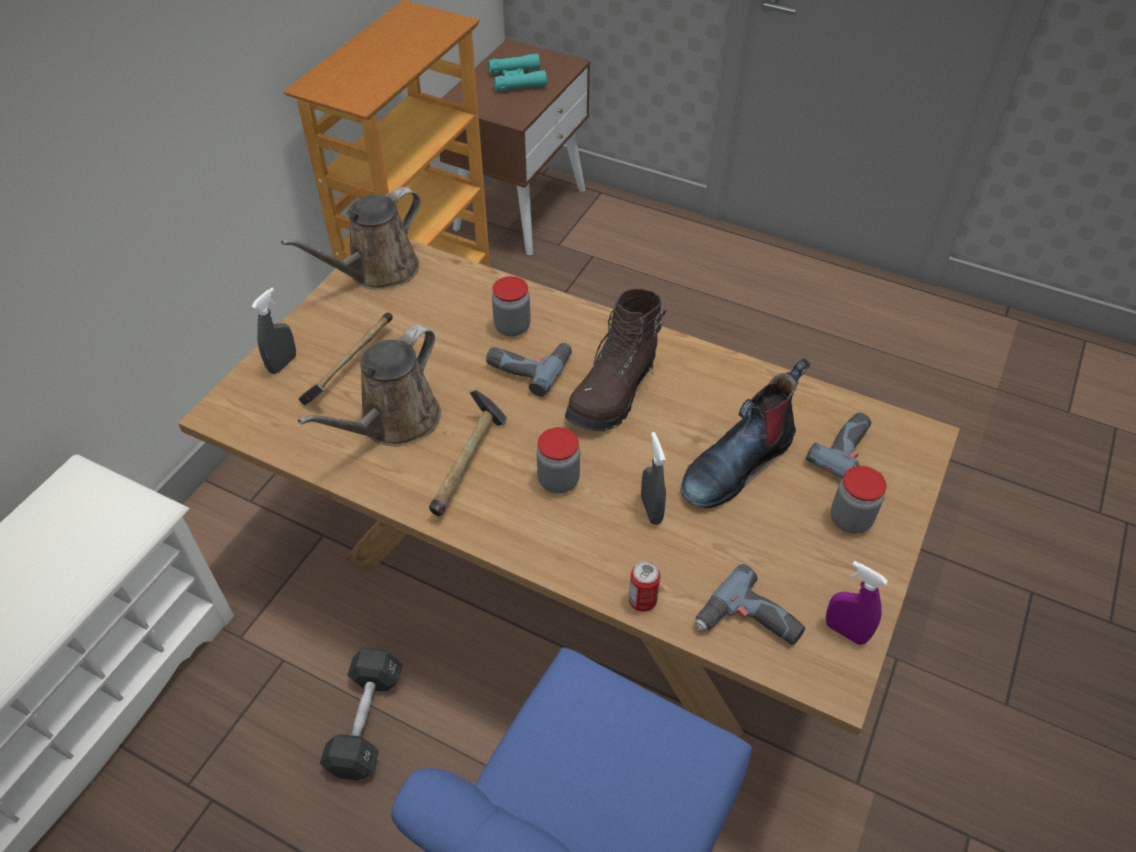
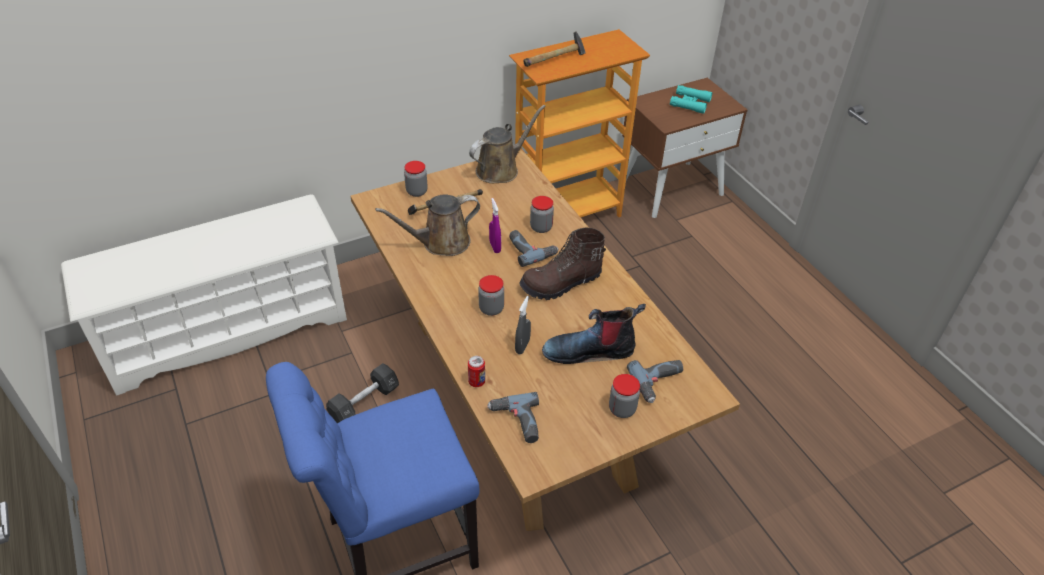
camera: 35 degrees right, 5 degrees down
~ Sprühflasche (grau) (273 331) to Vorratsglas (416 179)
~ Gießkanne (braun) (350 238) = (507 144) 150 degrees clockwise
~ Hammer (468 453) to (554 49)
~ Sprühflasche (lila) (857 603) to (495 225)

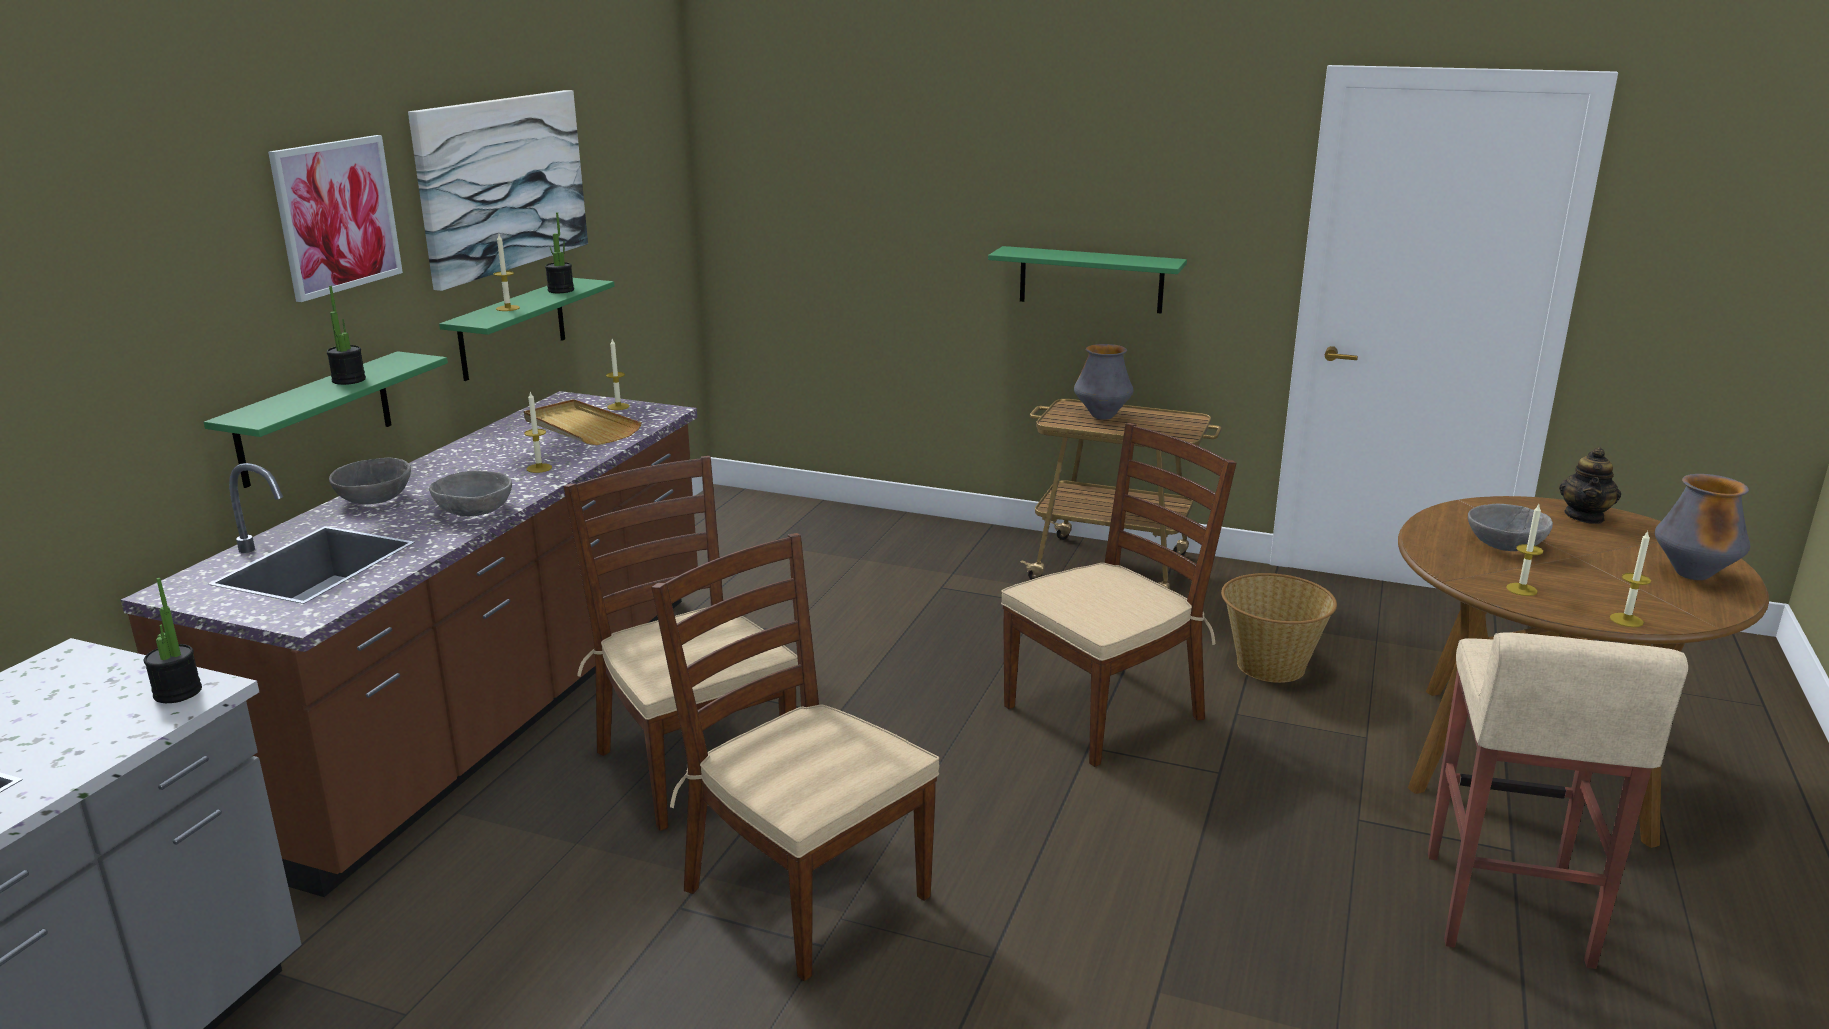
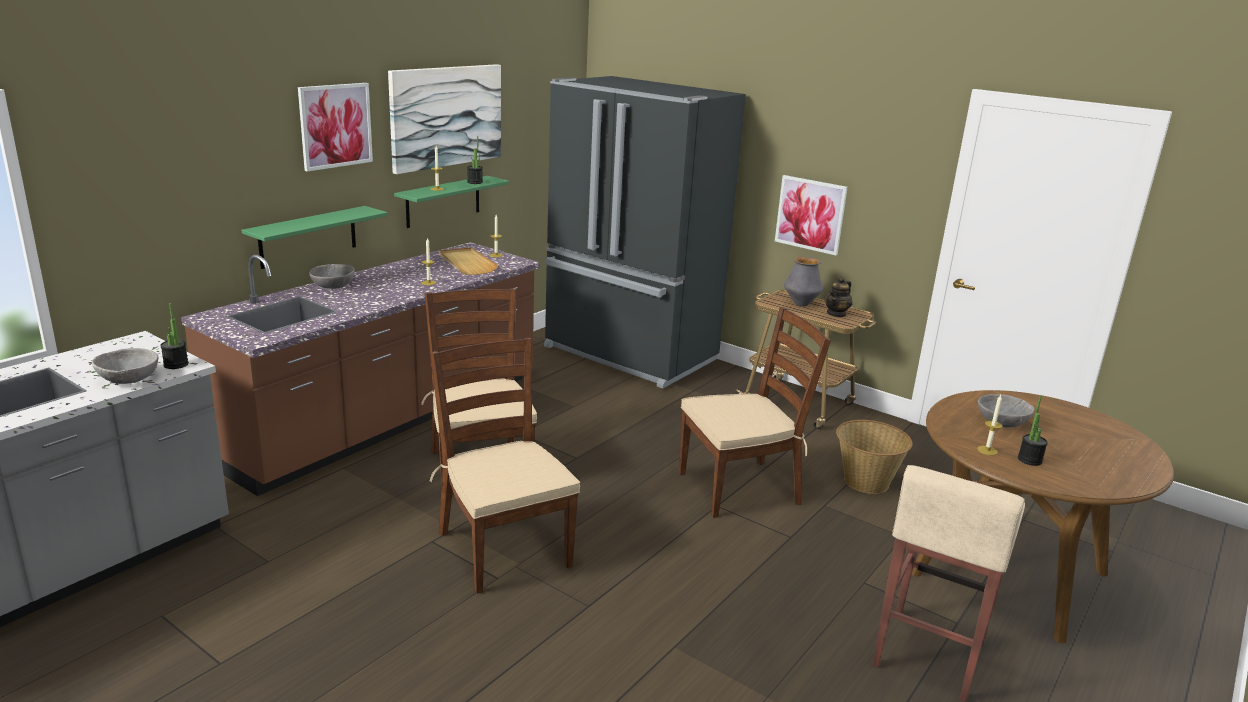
camera: 15 degrees right, 0 degrees up
~ Topfpflanze (346 335) to (1033 430)
~ Schüssel (grau) (470 494) to (125 366)
~ Wandregal (grün) (1087 280) to Bild (811 215)
~ Teekanne (1590 485) to (838 297)
- Kerze (1630 579)
- Vase (1702 527)
+ Kühlschrank (schwarz) (645 232)

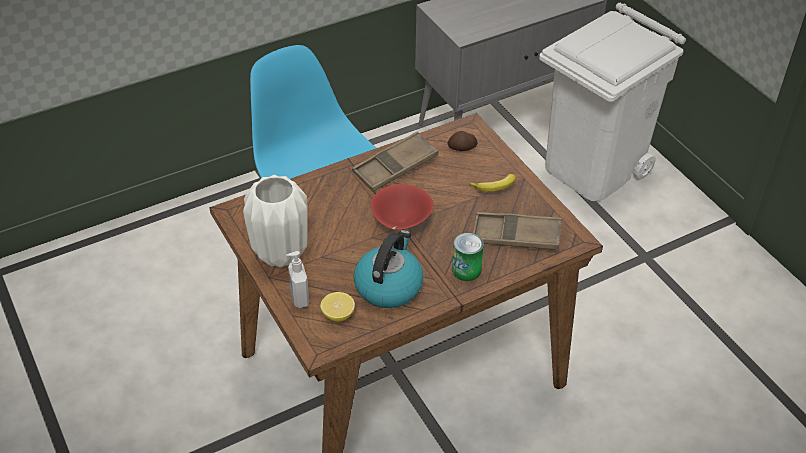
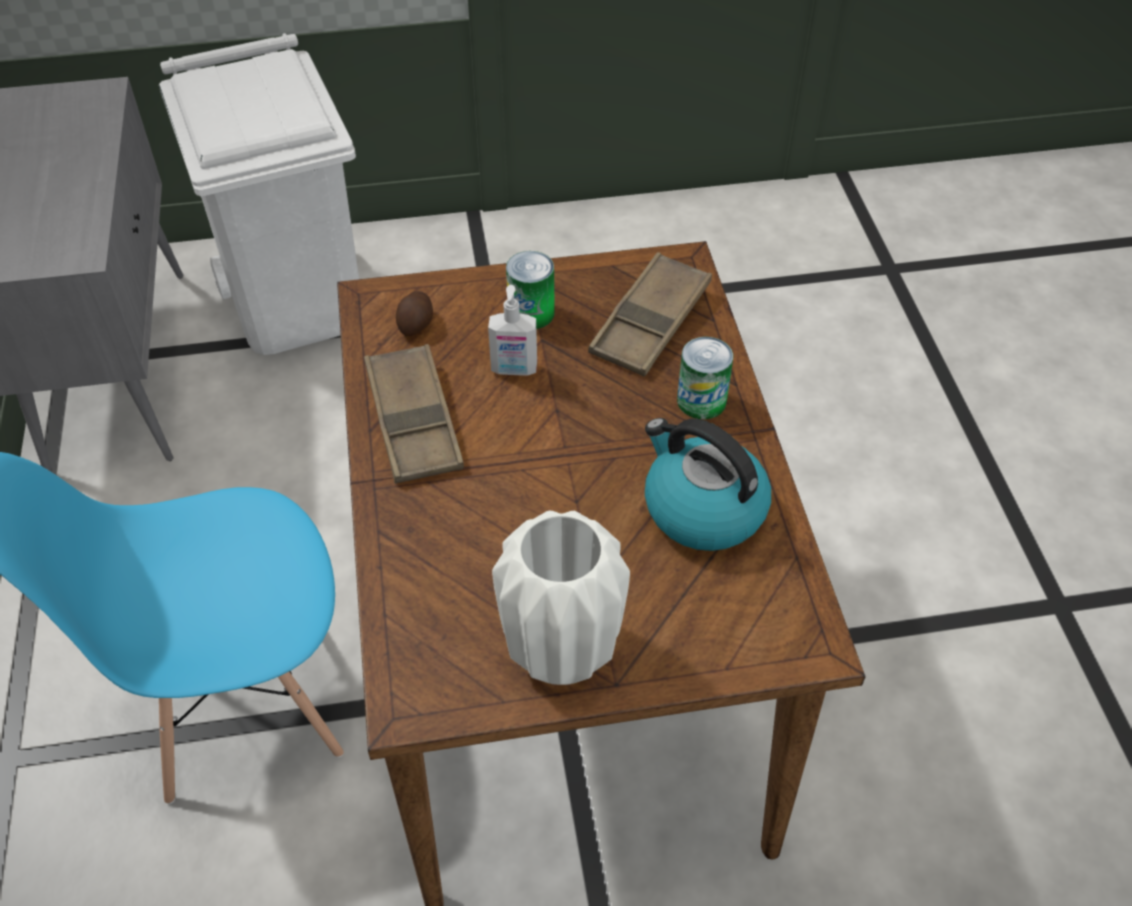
camera: 70 degrees left, 5 degrees up
~ Seifenspender (297 279) to (512 330)
- Zitrone (337 307)
- Schüssel (rot) (402 207)
~ Banane (492 183) to Dose (530 290)

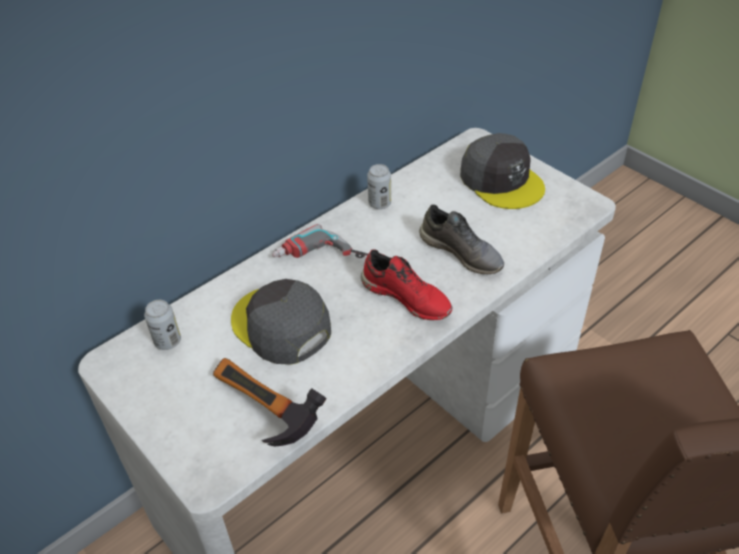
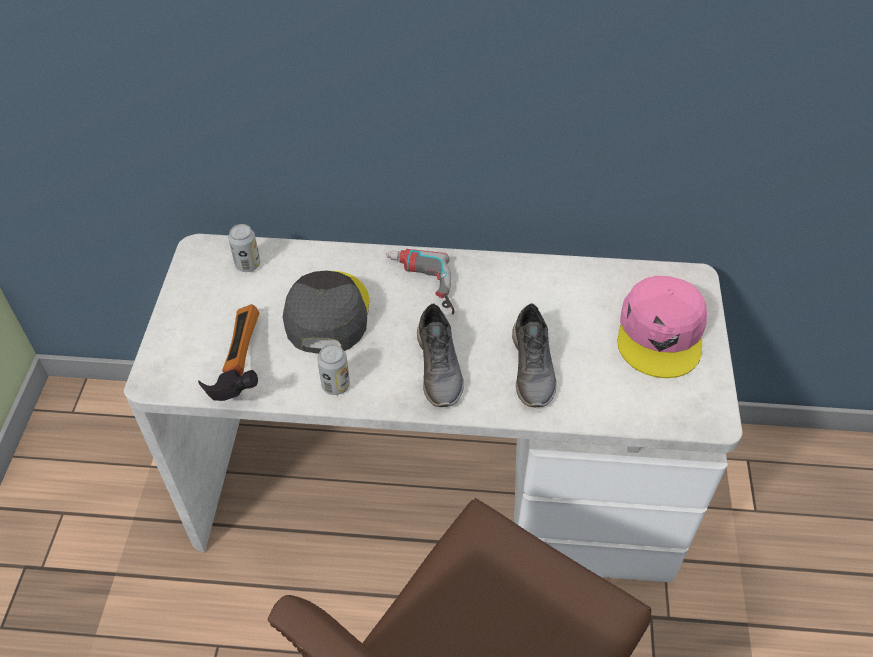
camera: 45 degrees right, 5 degrees up
~ Schuh (rot) (406 284) to Schuh (grau) (440 355)
~ Dose (379 186) to (333 369)
~ Kappe (grau) (502 171) to Kappe (rosa) (662 327)

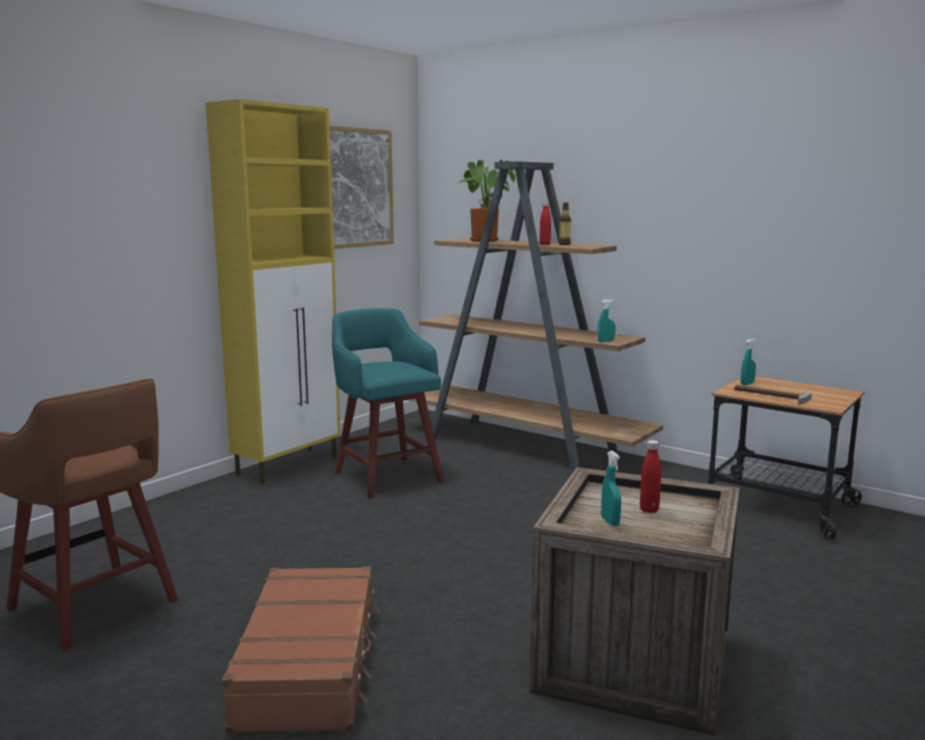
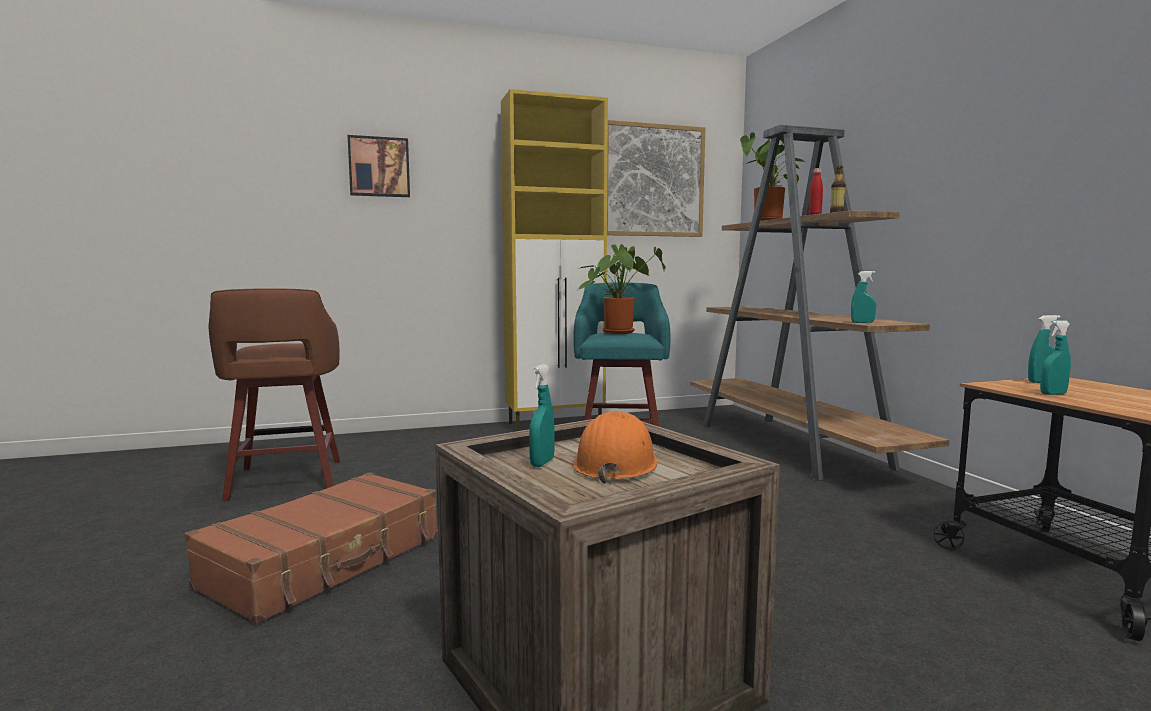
camera: 35 degrees right, 5 degrees down
~ Flasche (rot) (650 476) to Schutzhelm (orange) (615 447)
~ Hammer (773 395) to Sprühflasche (türkis) (1055 357)
+ Bild (379 166)
+ Topfpflanze (622 289)

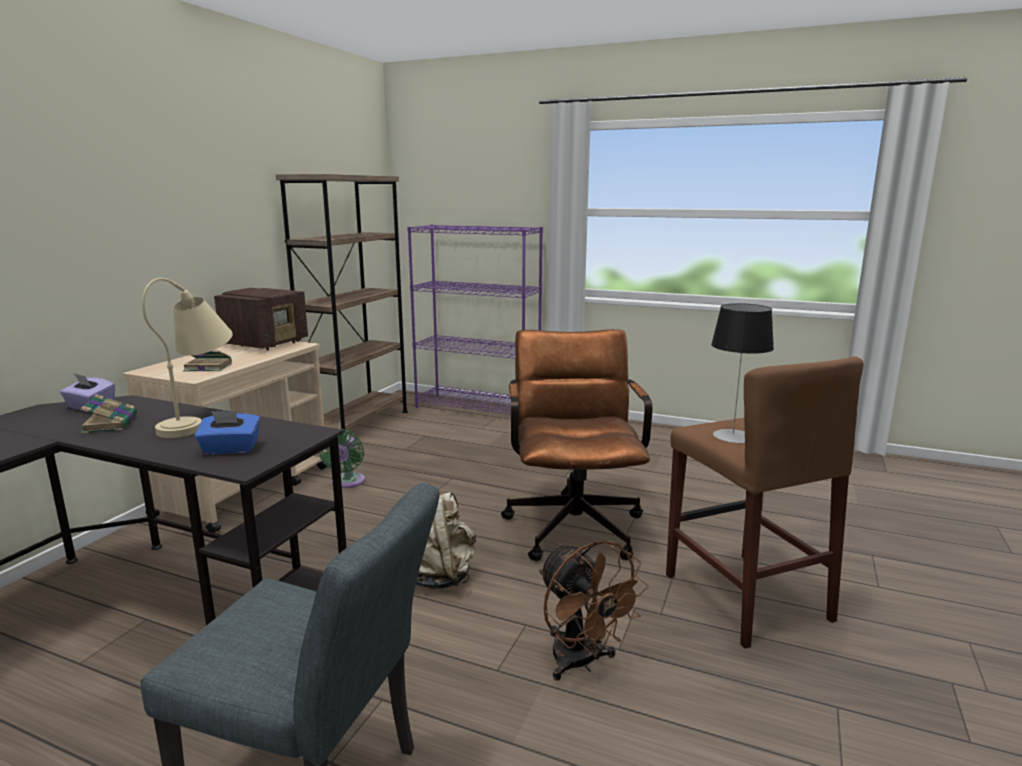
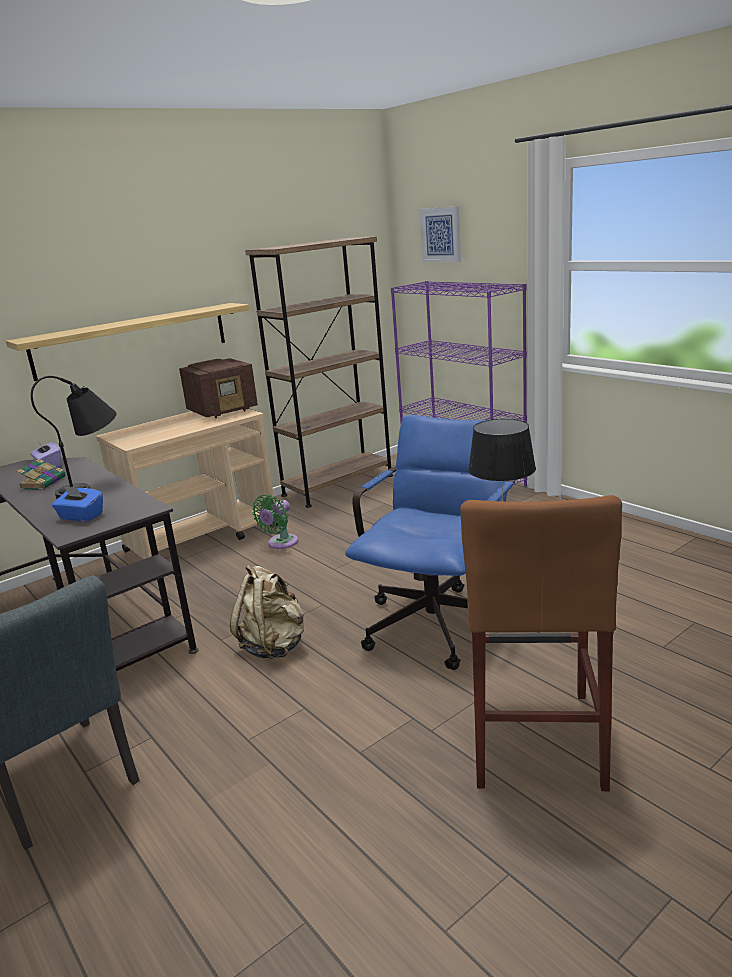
camera: 30 degrees right, 5 degrees up
~ Tischlampe (beige) (187 358) to Tischlampe (schwarz) (74 437)
- Buch (207 361)
~ Bürostuhl (braun) (576 445) to Bürostuhl (blau) (430 542)
- Ventilator (braun) (594 611)
+ Wandregal (127 342)
+ Bild (440 234)

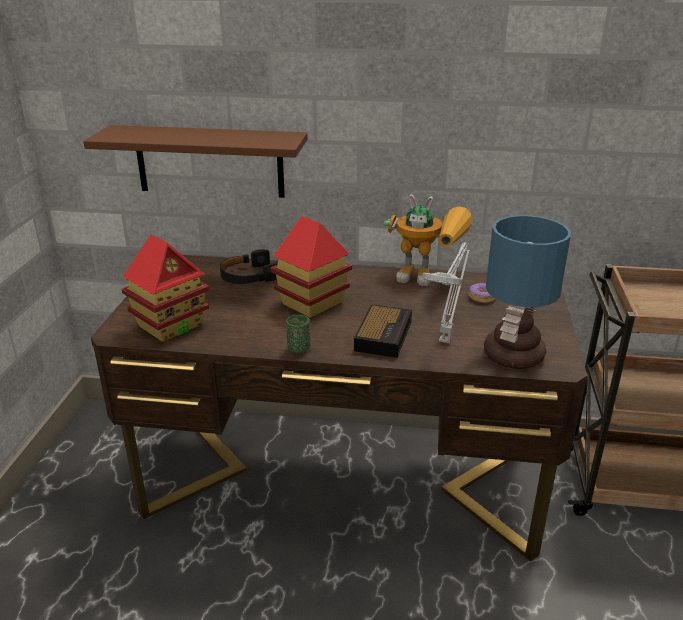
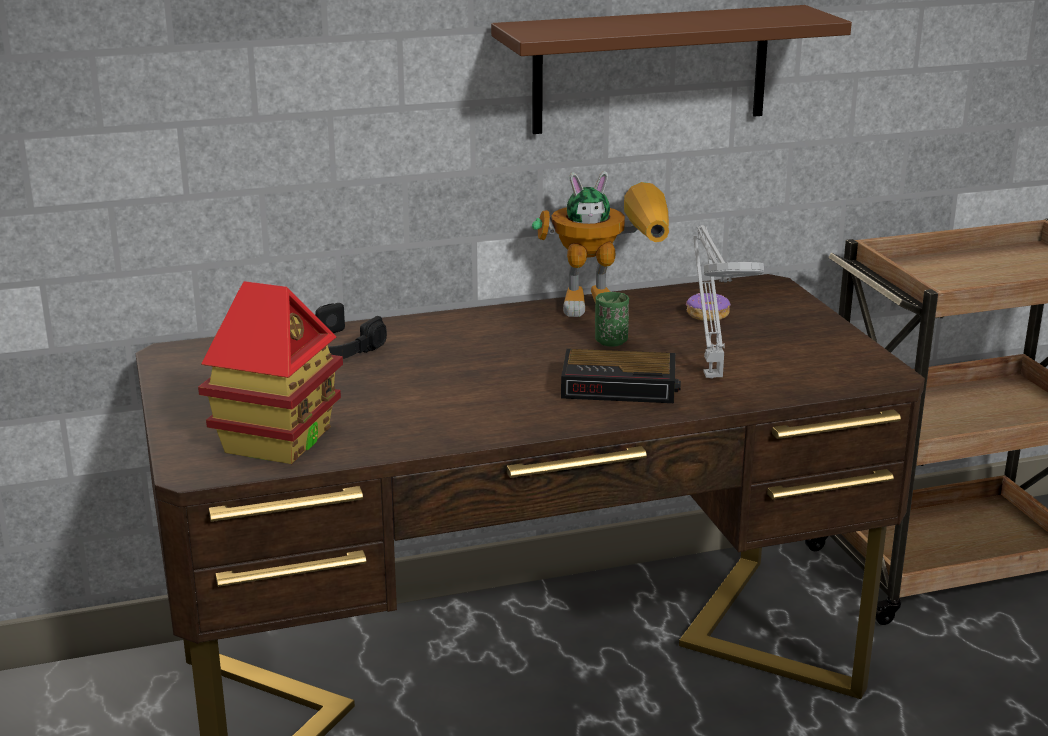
camera: 25 degrees left, 5 degrees down
~ Wandregal (braun) (195 161) to (671 69)
- Spielzeughaus (311 267)
~ Tasse (grün) (298 334) to (612 319)
~ Wecker (383 331) = (621 376) 105 degrees clockwise
- Tischlampe (527 292)

